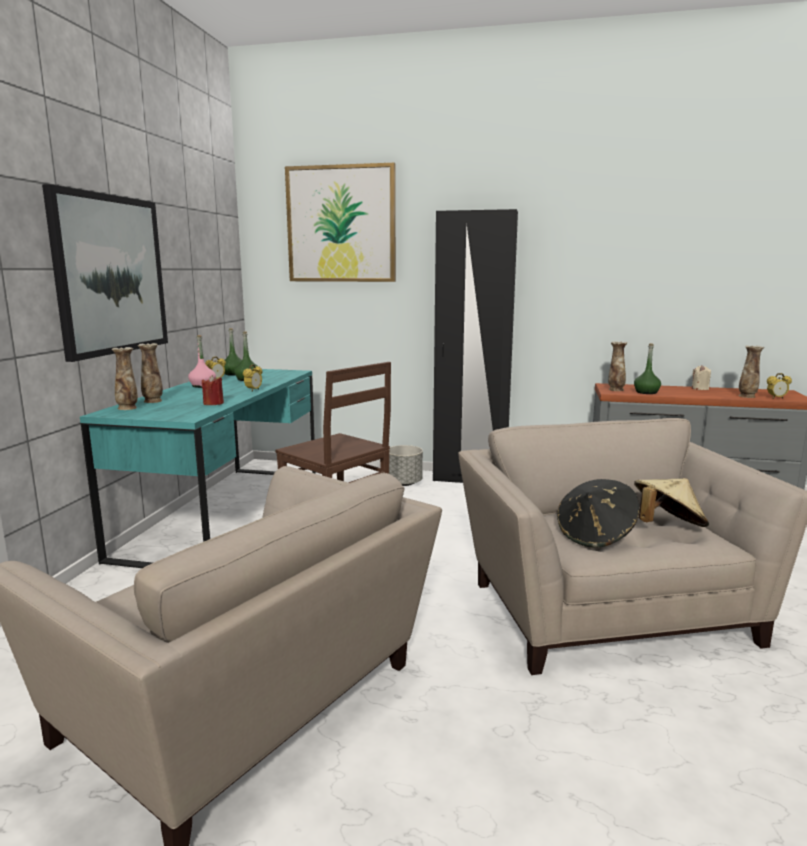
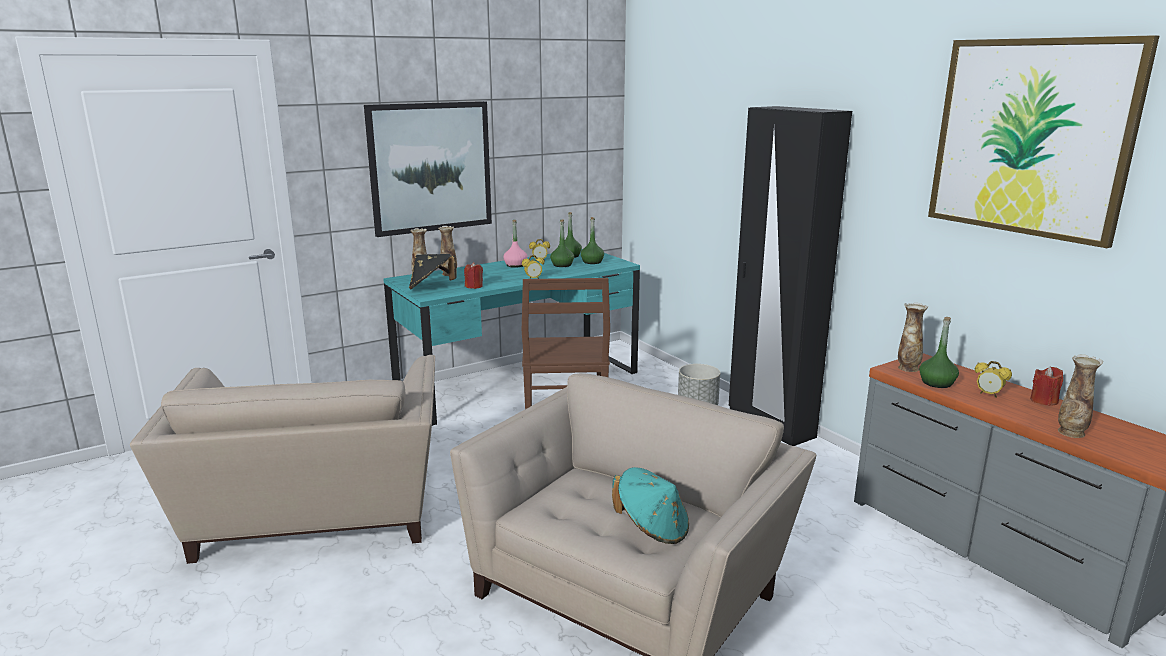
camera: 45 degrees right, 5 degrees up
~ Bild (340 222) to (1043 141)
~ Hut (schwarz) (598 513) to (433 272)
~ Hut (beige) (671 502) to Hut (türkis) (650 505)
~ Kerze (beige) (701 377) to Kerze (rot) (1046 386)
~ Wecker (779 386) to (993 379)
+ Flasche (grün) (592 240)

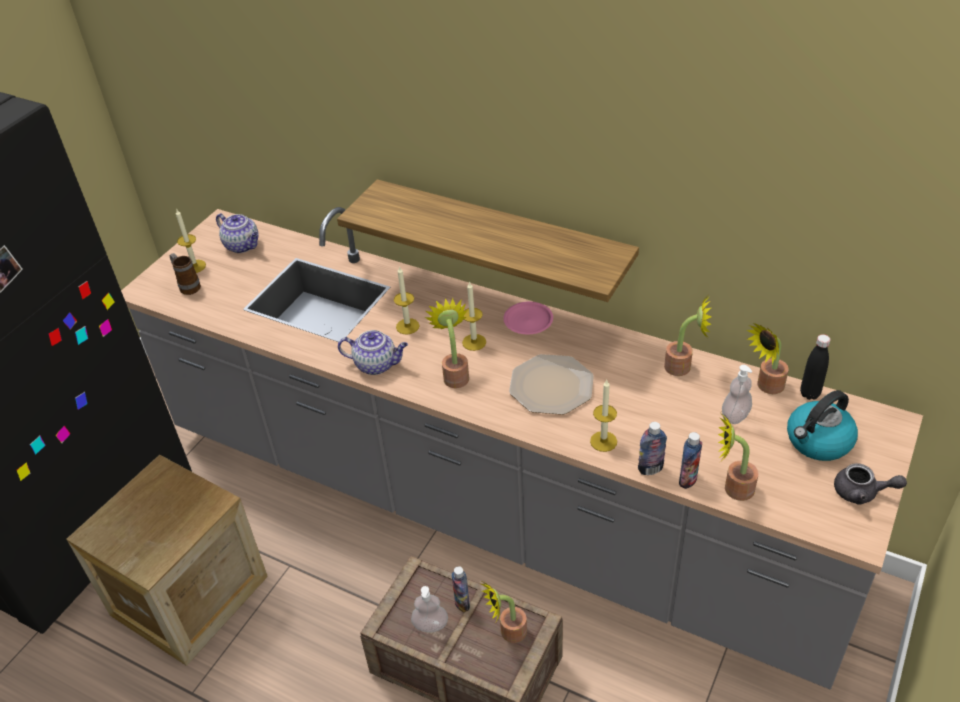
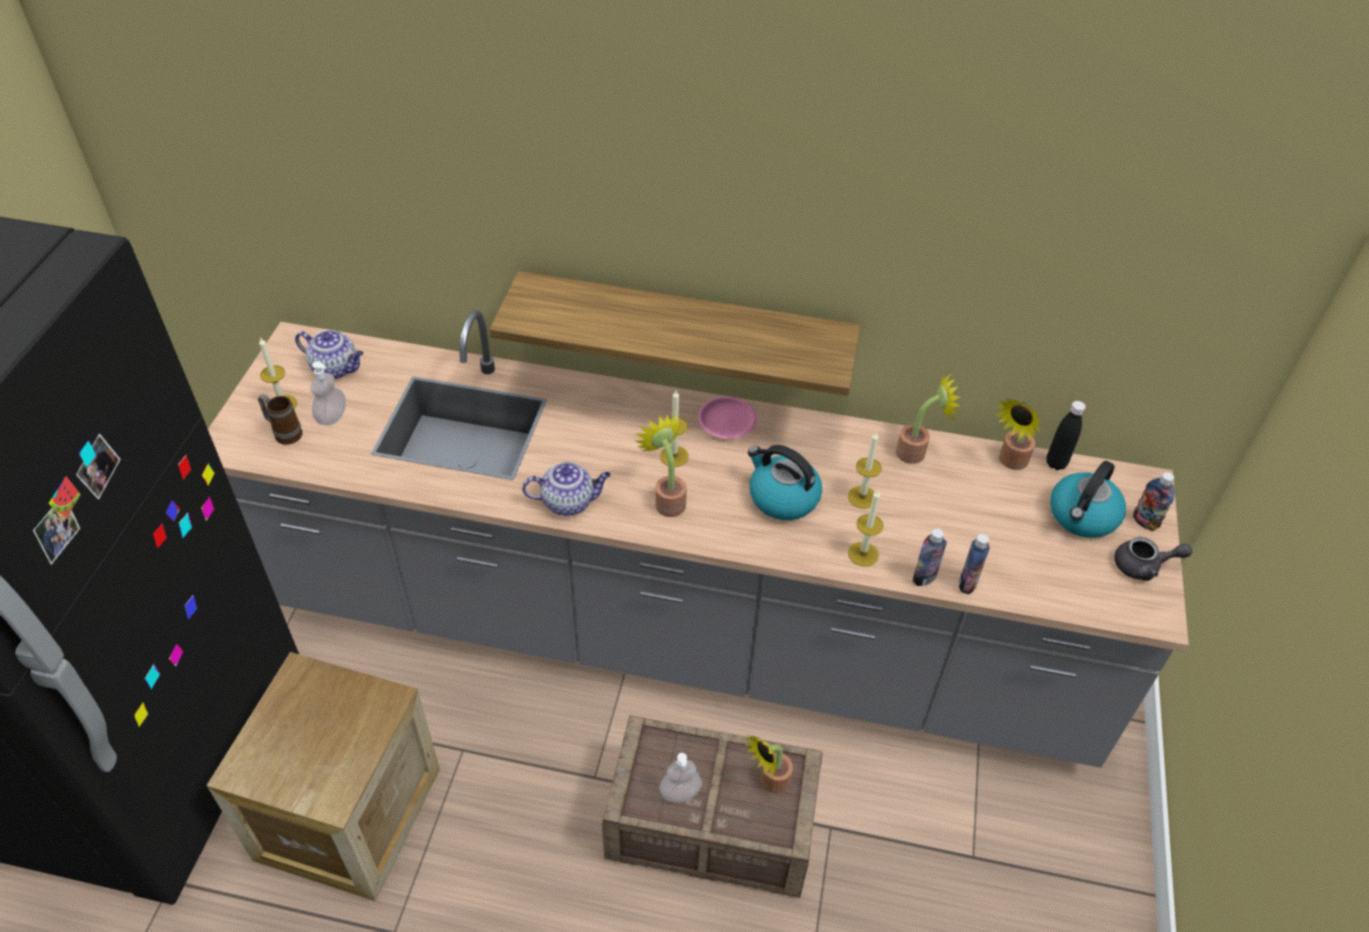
camera: 20 degrees left, 5 degrees up
~ Kerze (407 300) to (865 470)
~ Flasche (460 589) to (1154 501)
~ Teller (551 384) to Wasserkessel (785 482)
- Topfpflanze (738 457)
~ Seifenspender (737 394) to (328 393)

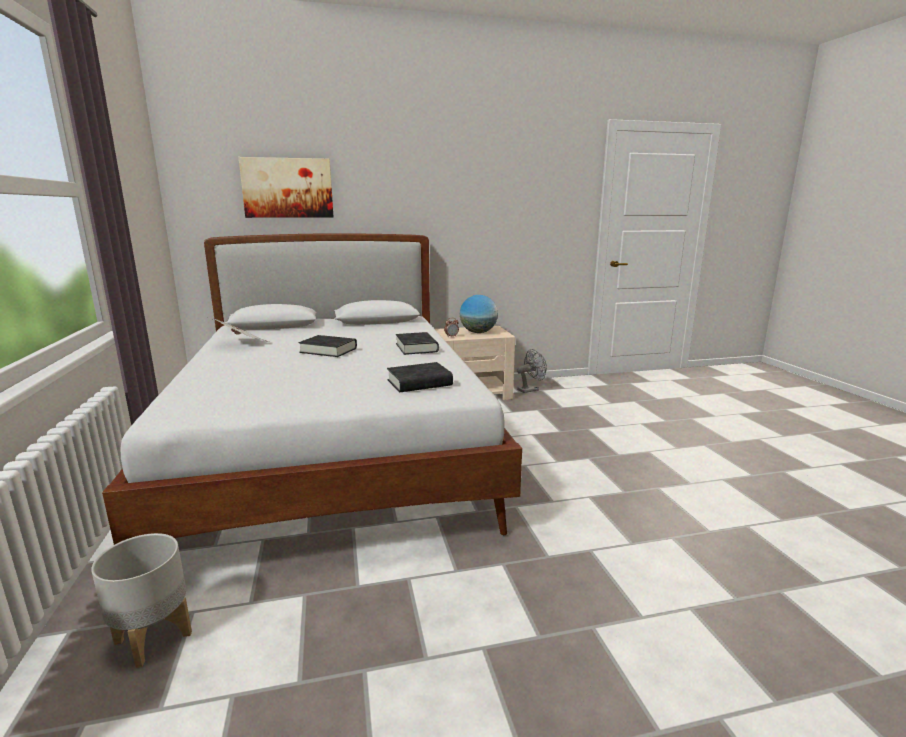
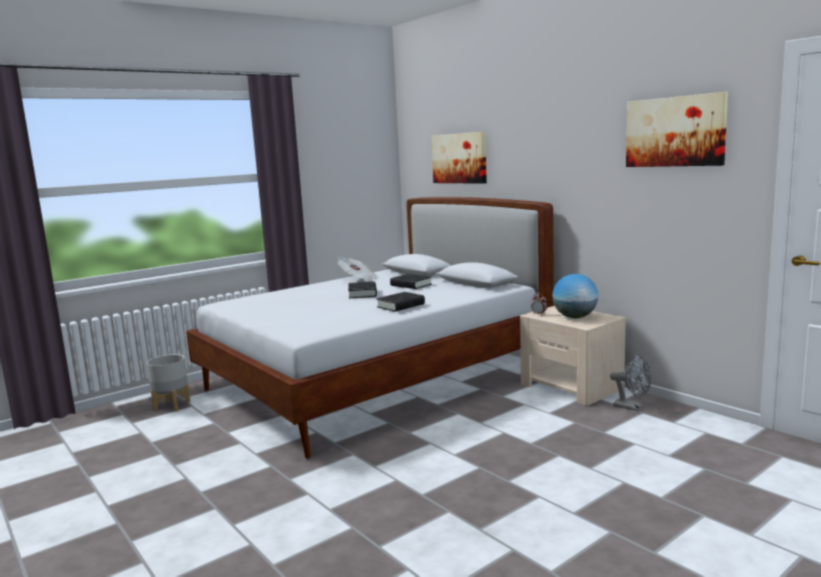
camera: 65 degrees right, 5 degrees down
~ Buch (schwarz) (420 377) to (411 281)
+ Bild (677 129)

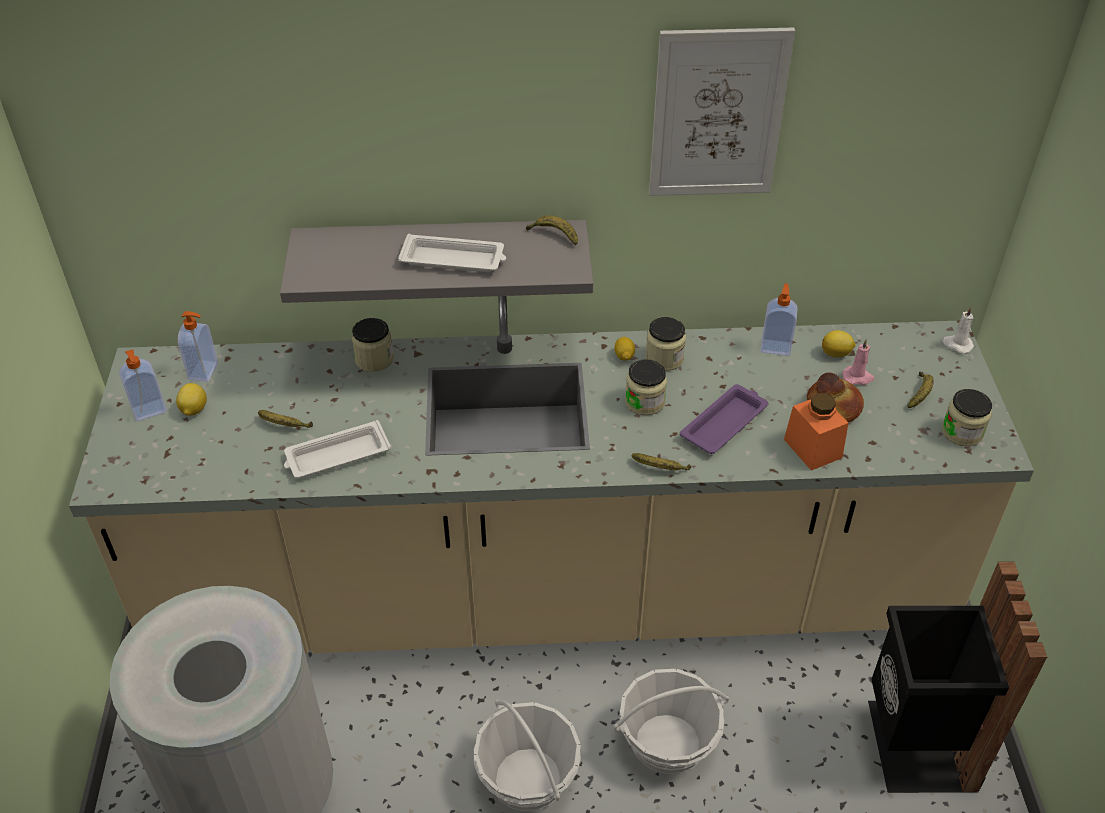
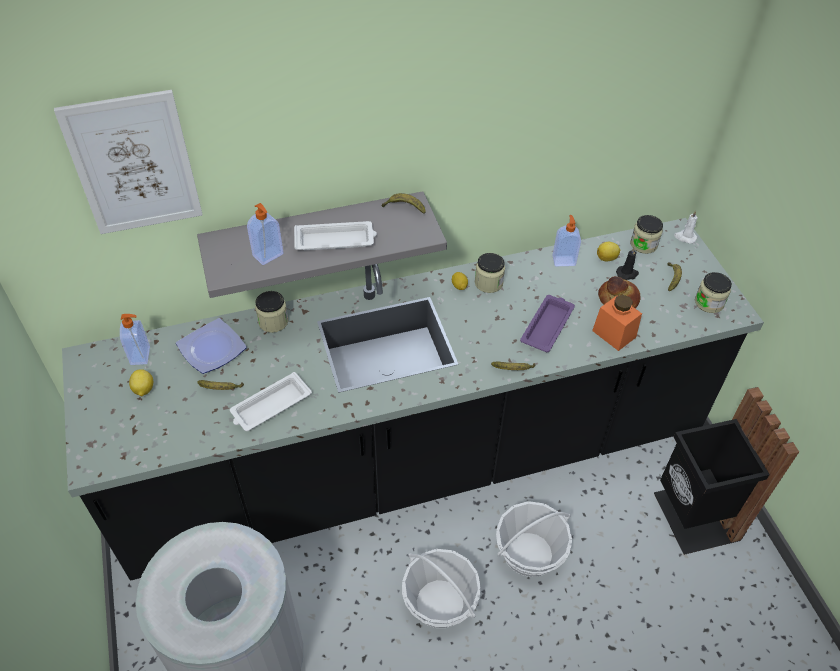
camera: 15 degrees left, 5 degrees up
~ Küchenzeile (beige) (551 475) to Küchenzeile (schwarz) (413 399)
~ Seifenspender (143 385) to (265 234)
~ Vorratsglas (646 387) to (646 234)
~ Bild (722 112) to (128 162)
~ Kerze (rosa) (858 362) to Kerze (schwarz) (627 263)
+ Teller (211 346)

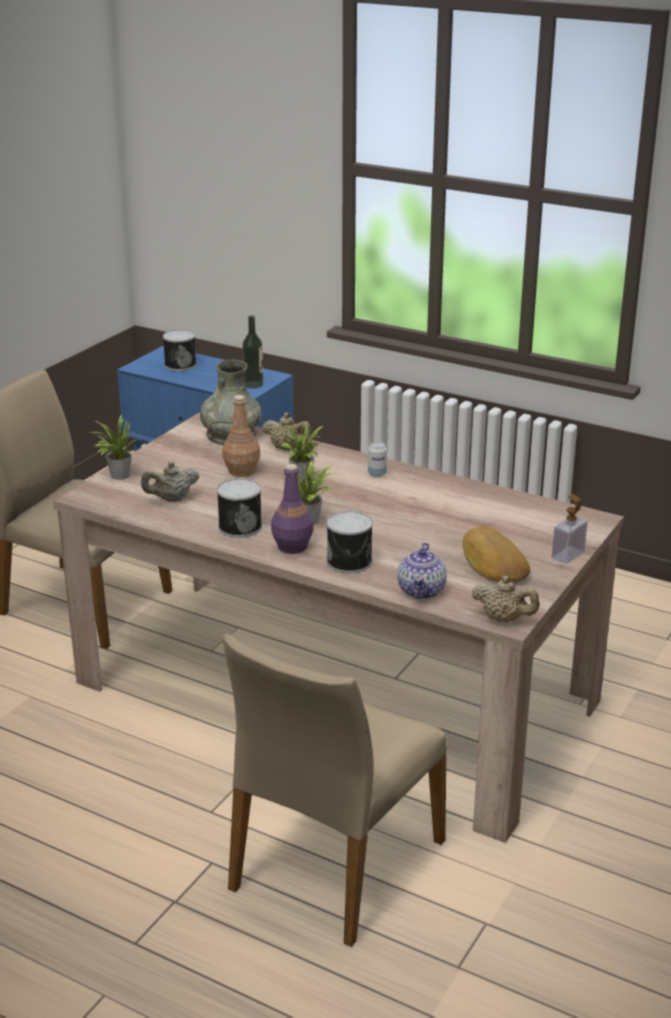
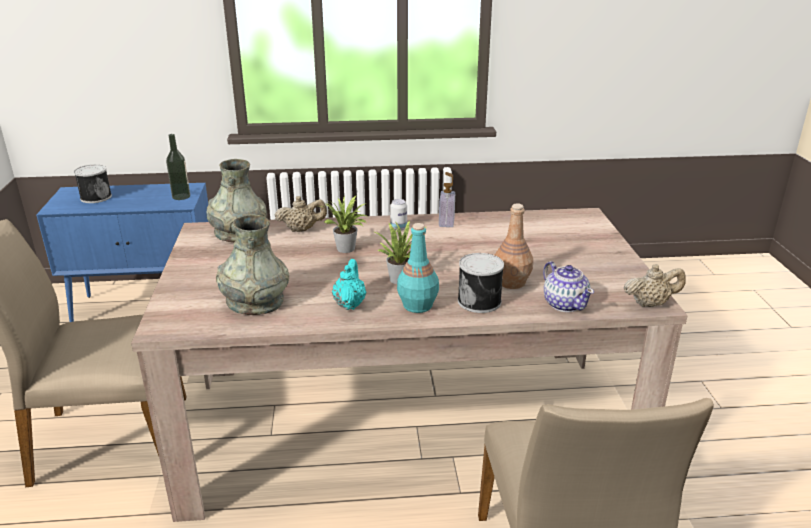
camera: 35 degrees left, 0 degrees up
- Topfpflanze (113 447)
~ Teekanne (beige) (170 482) to Vase (grau) (252 264)
~ Dose (239 508) to Teekanne (türkis) (349 284)
~ Flasche (braun) (241 436) to (514 246)
~ Flasche (lila) (292 509) to Flasche (türkis) (418 268)
- Brot (496 554)
~ Seifenspender (570 529) to (447 199)

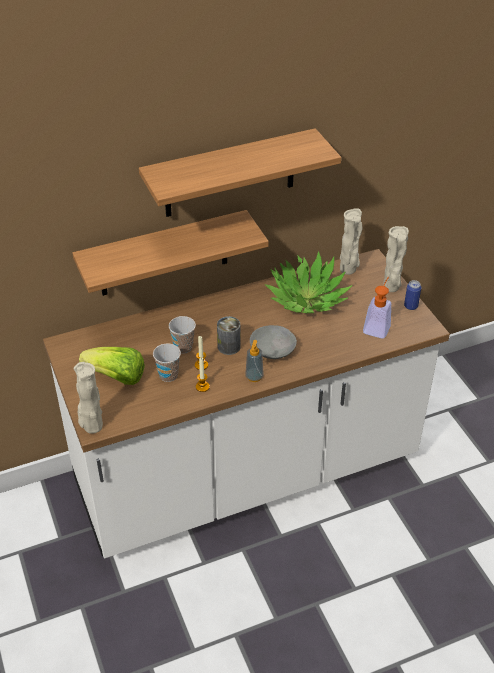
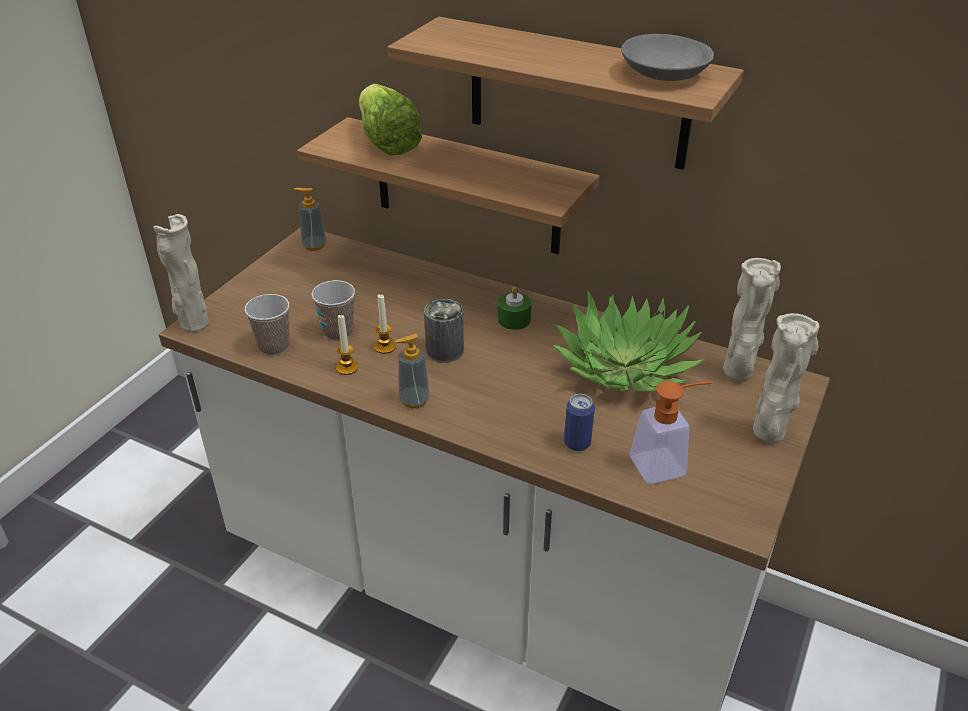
camera: 50 degrees right, 5 degrees down
~ Salatkopf (112 366) to (390 119)
~ Tasse (182 335) to (266 324)
~ Schüssel (grau) (273 342) to (667 57)
~ Dose (412 295) to (579 422)
+ Seifenspender (310 219)
+ Kerze (grün) (514 308)

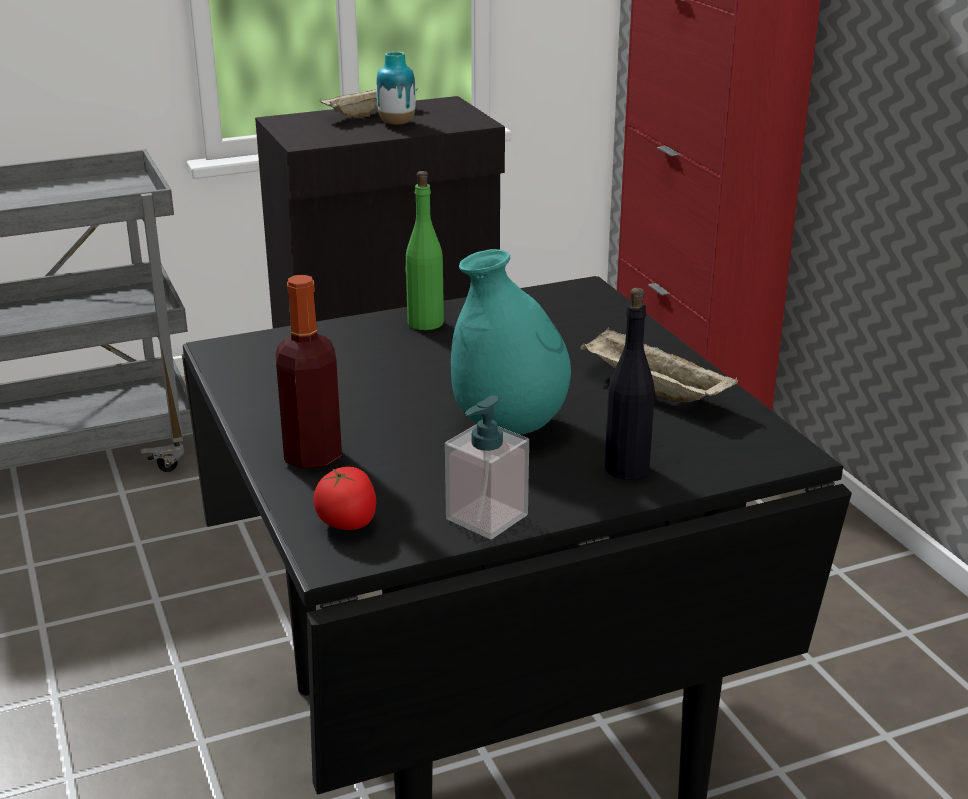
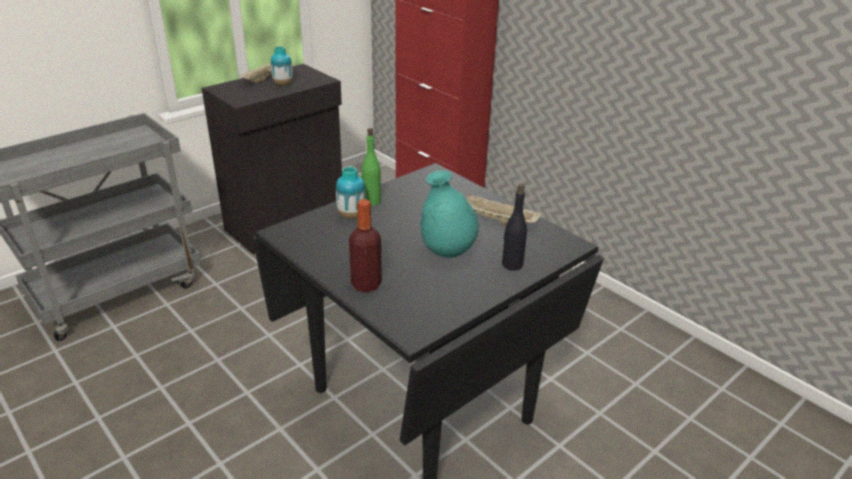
camera: 20 degrees left, 5 degrees up
- Tomate (344 498)
- Seifenspender (487 467)
+ Vase (351 192)

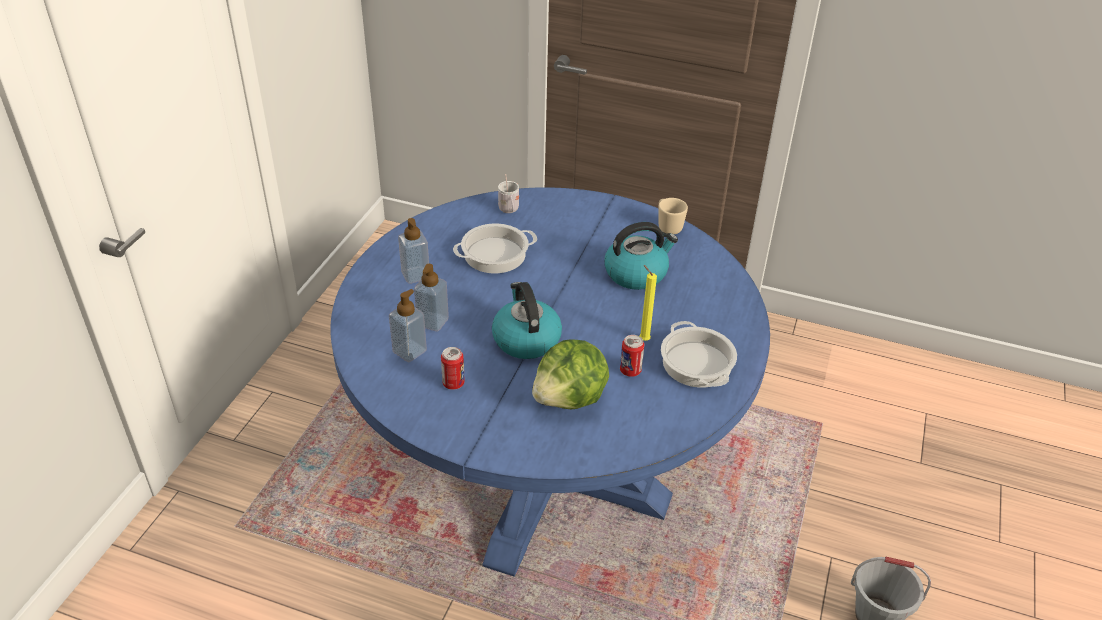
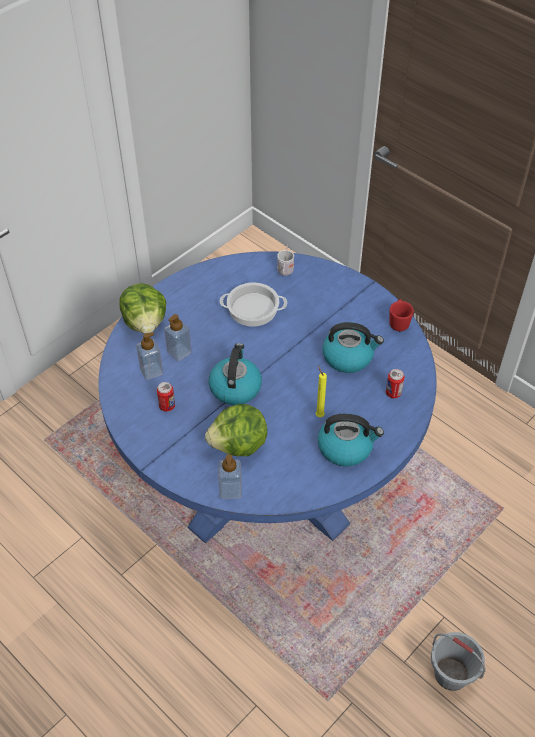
camera: 25 degrees right, 10 degrees up
~ Seifenspender (413 251) to (230 476)
~ Dose (632 356) to (395 383)
~ Henkelbecher (beige) (673 216) to Henkelbecher (rot) (401 315)
~ Kochtopf (699 354) to Wasserkessel (351 440)
+ Salatkopf (143 308)

